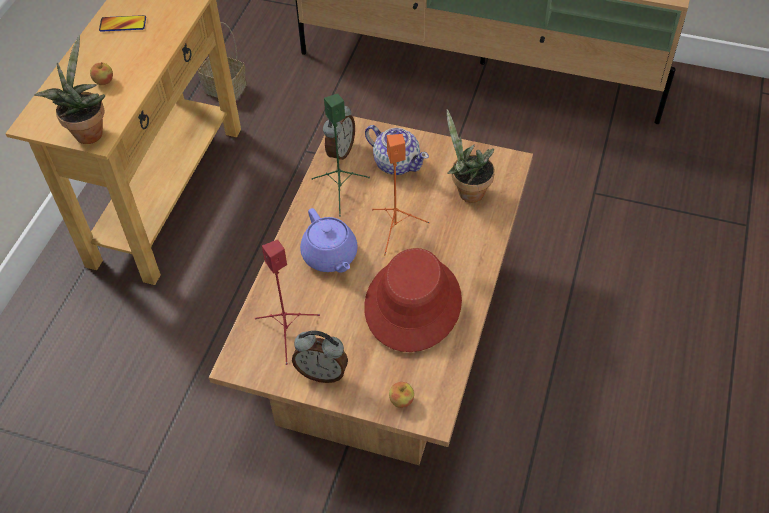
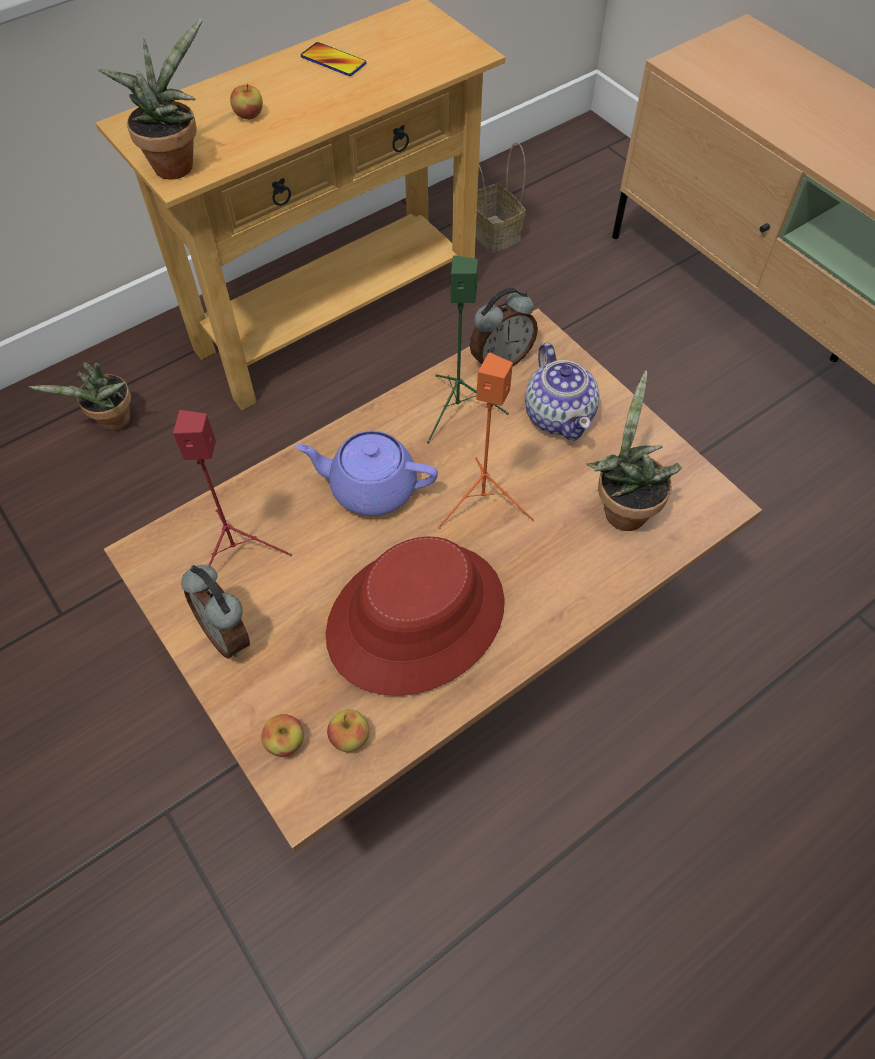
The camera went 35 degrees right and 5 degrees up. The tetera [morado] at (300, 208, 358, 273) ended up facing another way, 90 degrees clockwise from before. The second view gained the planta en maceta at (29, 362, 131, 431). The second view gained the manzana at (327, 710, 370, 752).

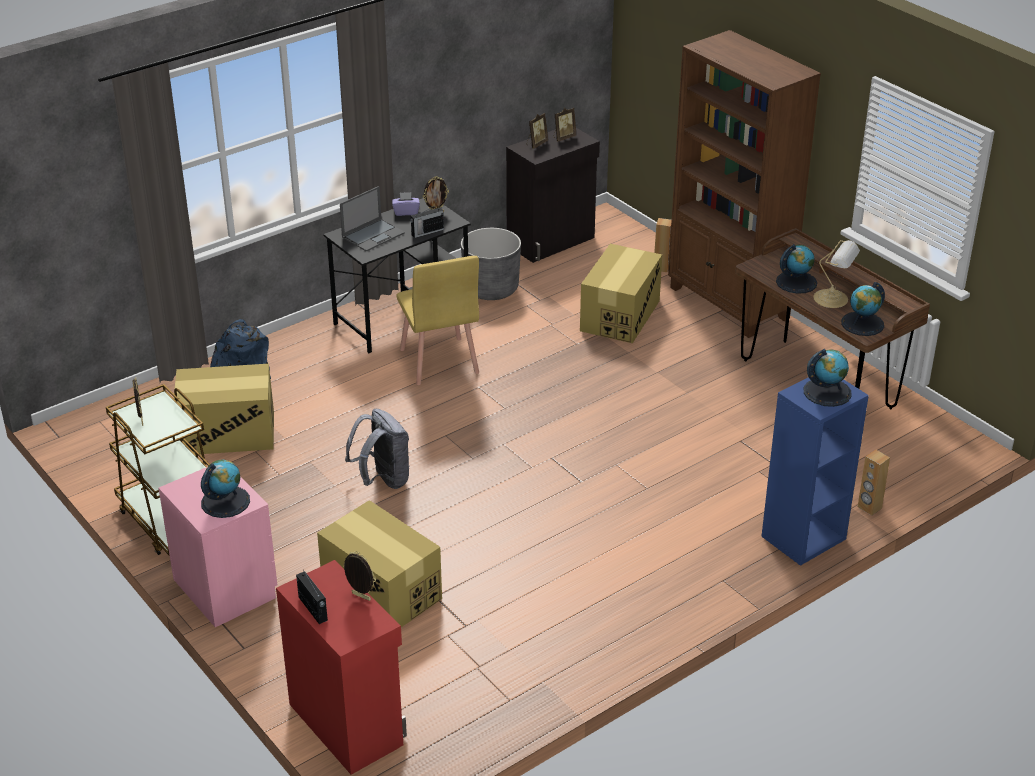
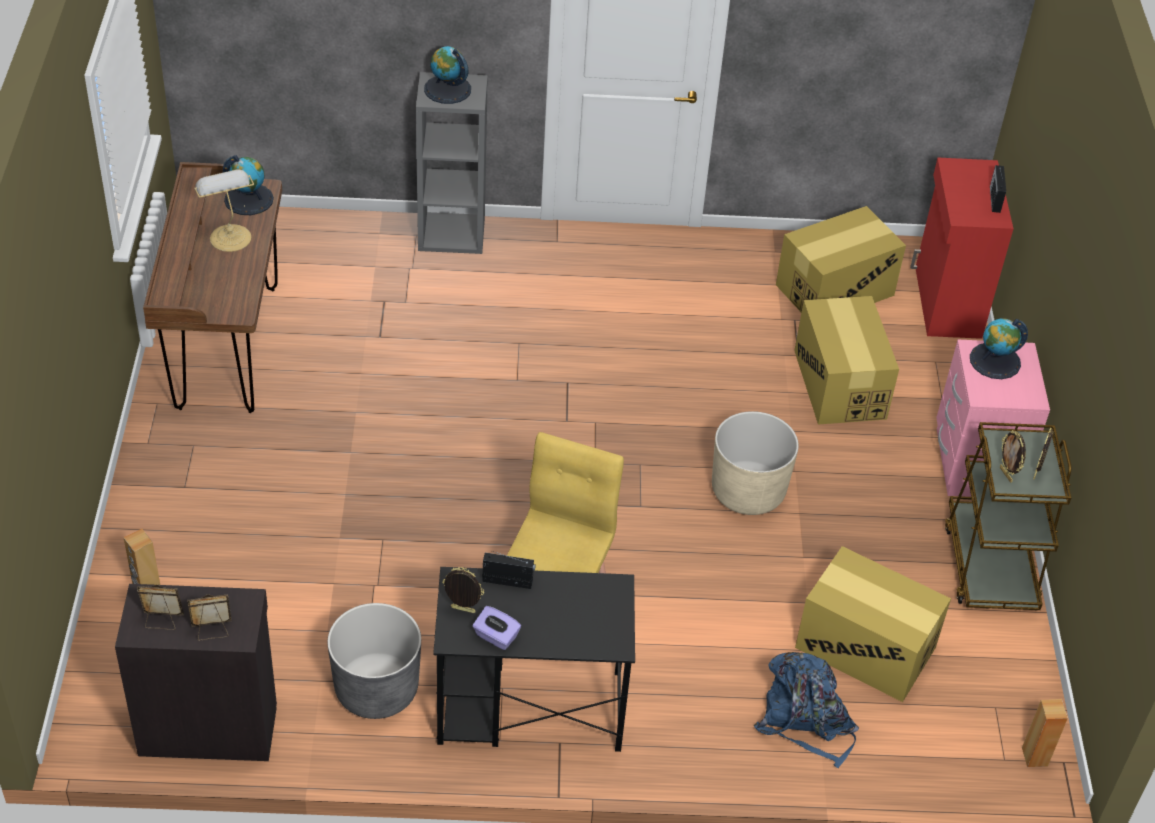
The camera went 145 degrees left and 10 degrees up. The second view lost the estantería [marrón] at (668, 30, 821, 338). The second view lost the portátil at (340, 186, 405, 252). The caja de cartón ended up elsewhere, having gone from (580, 244, 662, 343) to (776, 206, 906, 312). The second view lost the globo terráqueo at (776, 244, 817, 294). What was the estantería [azul] at (761, 377, 869, 566) turned into the estantería [gris] at (416, 72, 488, 254). Where the mochila [gris] stood at (345, 409, 410, 489), the maceta [beis] came to stand at (712, 411, 799, 515). The altavoz [marrón] ended up elsewhere, having gone from (858, 450, 890, 515) to (1022, 699, 1068, 767). The portarretratos ended up elsewhere, having gone from (343, 551, 376, 601) to (1000, 430, 1026, 483).

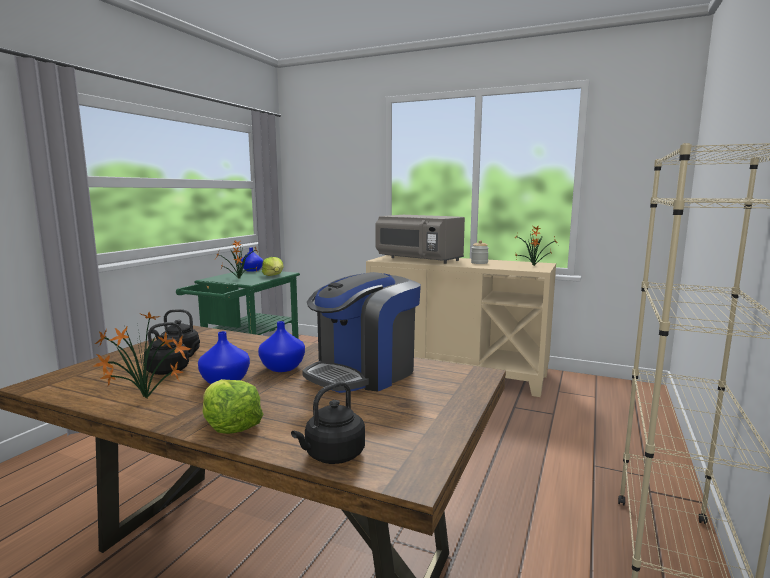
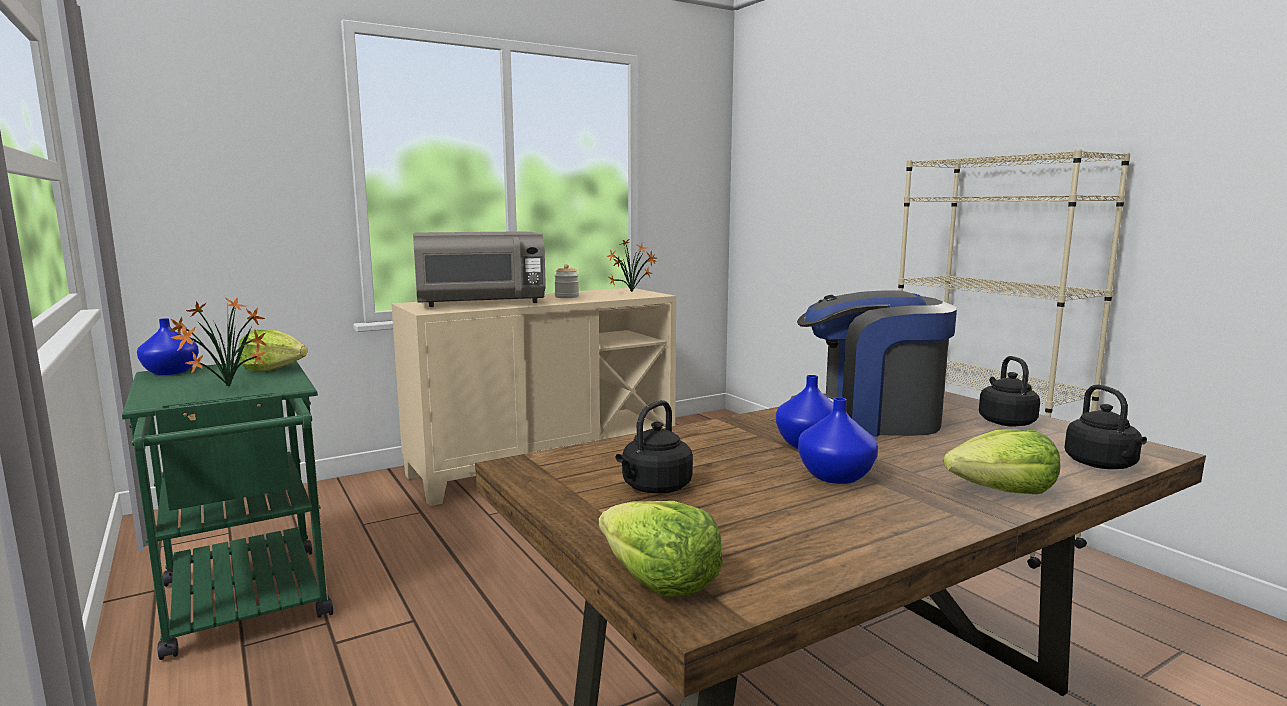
The camera went 55 degrees left and 0 degrees up. The cafetera at (302, 272, 421, 393) ended up facing another way, 105 degrees clockwise from before. The second view lost the planta en maceta at (93, 312, 191, 398). The hervidor [negro] ended up elsewhere, having gone from (144, 322, 200, 375) to (979, 356, 1040, 427). The second view gained the lechuga at (599, 501, 723, 597).

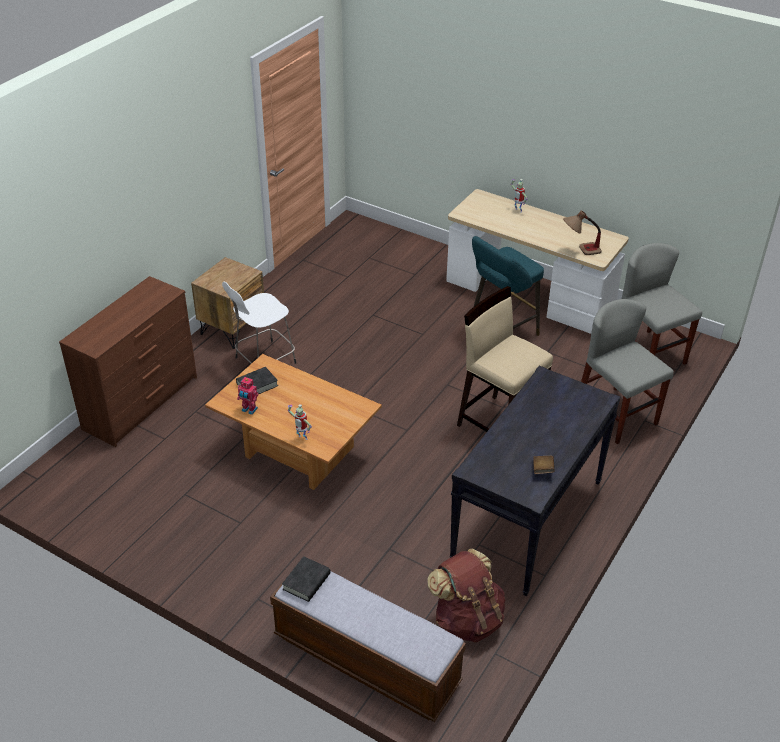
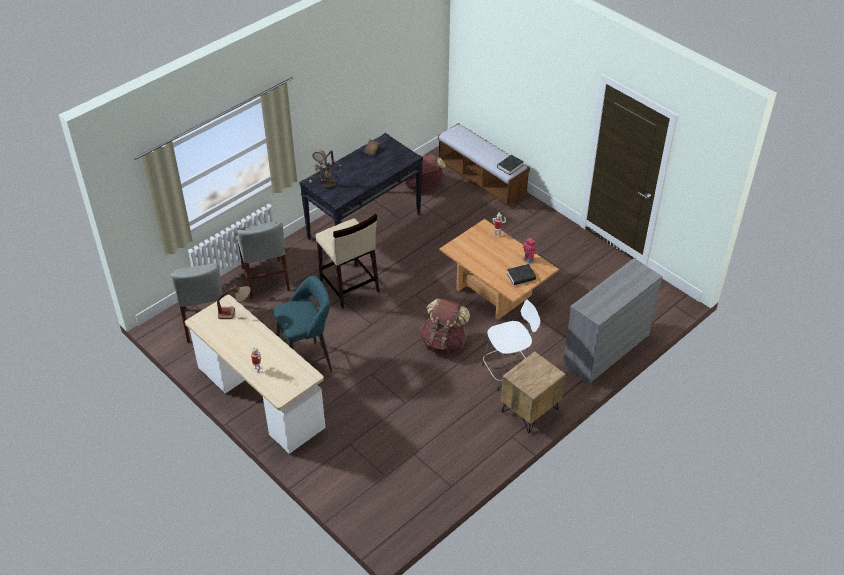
The camera went 165 degrees left and 5 degrees up. What was the cómoda [marrón] at (59, 276, 197, 447) turned into the cómoda [gris] at (563, 258, 663, 385). The second view gained the lámpara de mesa at (309, 149, 347, 189). The second view gained the mochila [marrón] at (420, 298, 470, 355).

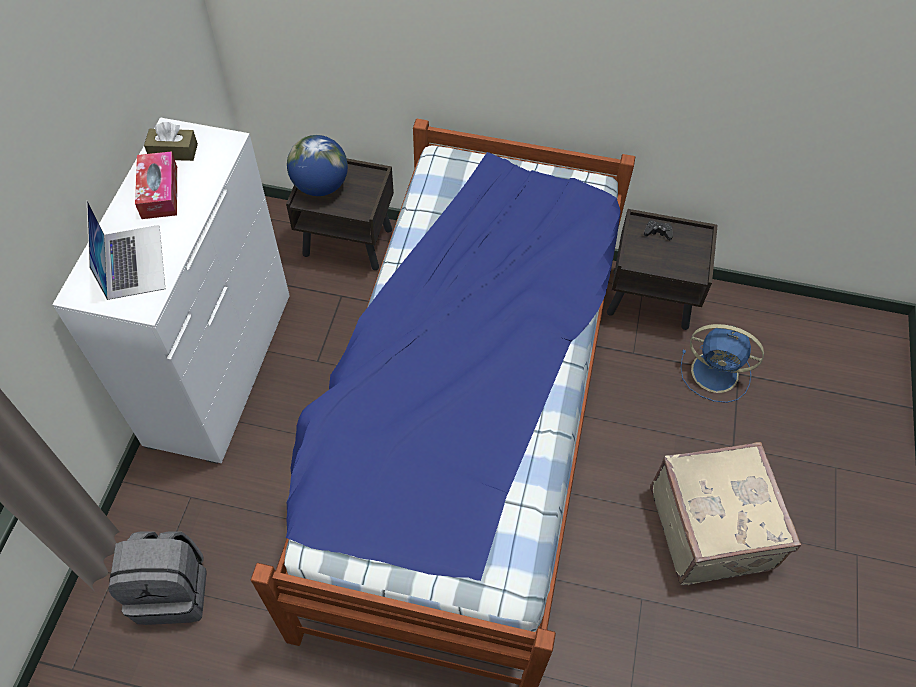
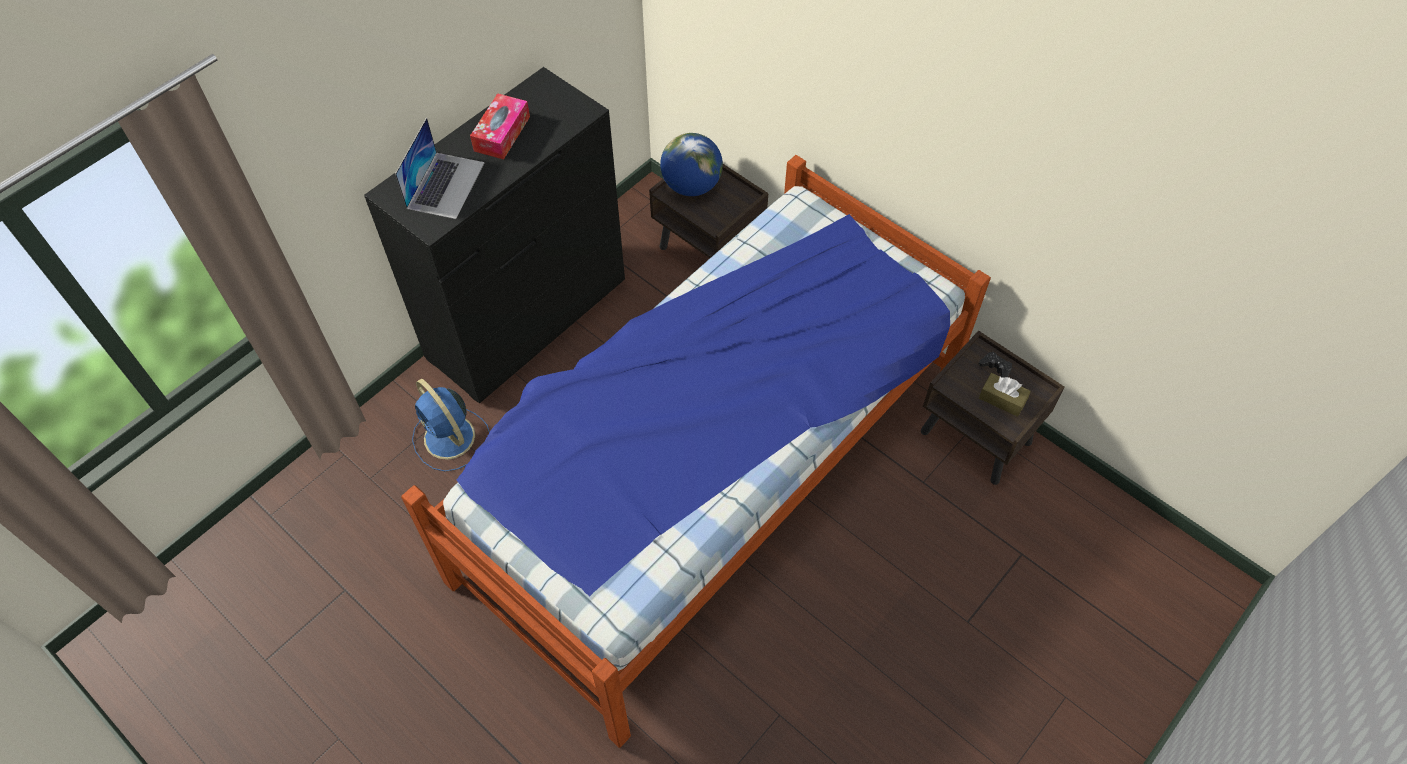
The camera went 30 degrees right and 0 degrees up. What was the cómoda [blanco] at (52, 117, 290, 464) turned into the cómoda [negro] at (364, 67, 625, 403). The caja de pañuelos [marrón] ended up elsewhere, having gone from (144, 122, 198, 161) to (979, 373, 1031, 417). The ventilador [azul] ended up elsewhere, having gone from (681, 324, 764, 403) to (412, 379, 490, 472). The second view lost the maleta [beis] at (650, 442, 801, 586). The second view lost the mochila [gris] at (108, 531, 207, 625).

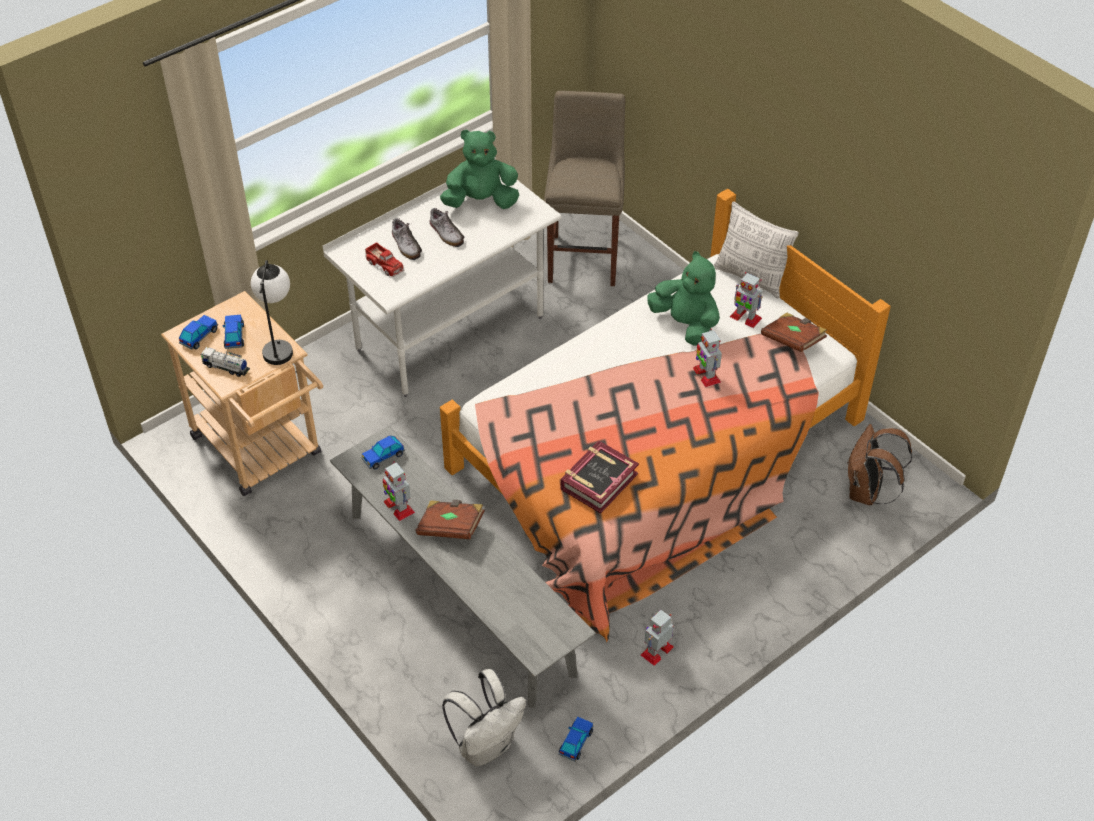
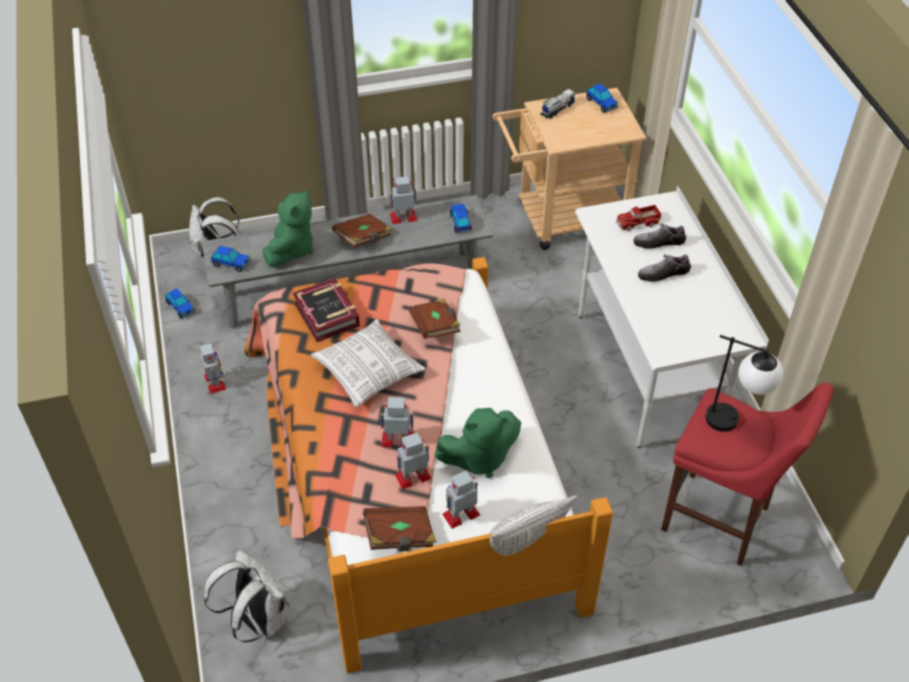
The camera went 115 degrees right and 0 degrees up. What was the taburete [beis] at (544, 91, 625, 286) turned into the taburete [rojo] at (661, 382, 833, 566). The peluche [verde] ended up elsewhere, having gone from (440, 129, 519, 209) to (262, 189, 314, 267). The lámpara de mesa ended up elsewhere, having gone from (251, 260, 293, 365) to (705, 335, 783, 432). The coche de juguete ended up elsewhere, having gone from (222, 315, 244, 349) to (211, 246, 251, 272). What was the mochila [marrón] at (847, 424, 912, 505) turned into the mochila [blanco] at (204, 550, 289, 642). The second view gained the libro [marrón] at (409, 298, 460, 339). The second view gained the cojín at (311, 319, 425, 407). The second view gained the robot de juguete at (395, 433, 432, 489).

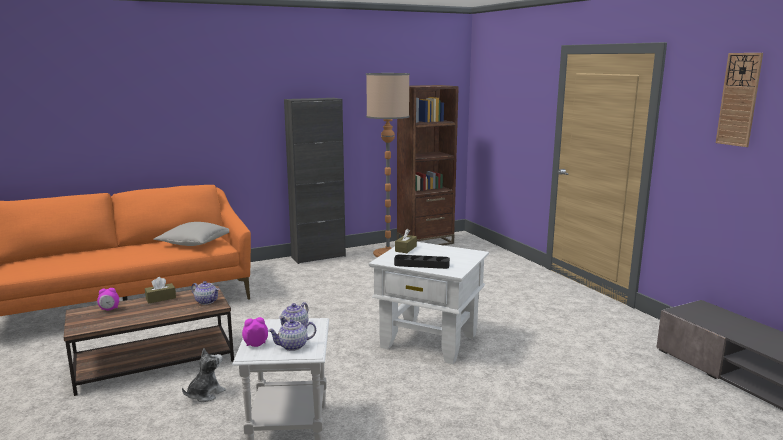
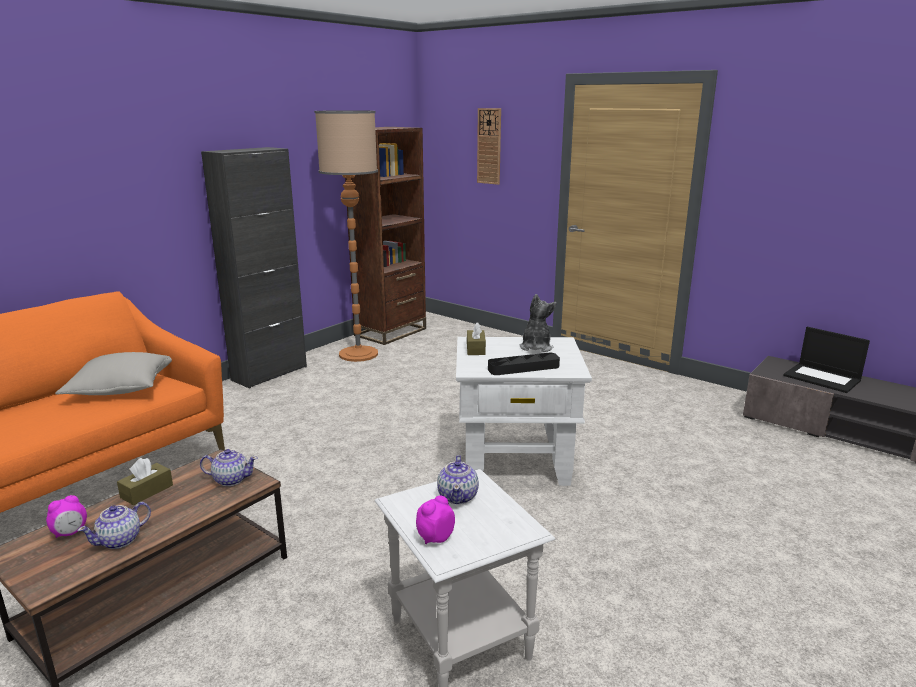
The camera went 25 degrees left and 5 degrees up. The reloj de pared ended up elsewhere, having gone from (716, 53, 763, 147) to (477, 108, 501, 185). The tetera ended up elsewhere, having gone from (268, 319, 316, 351) to (78, 502, 151, 549). The peluche ended up elsewhere, having gone from (182, 348, 226, 402) to (519, 294, 556, 352). The second view gained the portátil at (783, 327, 870, 393).

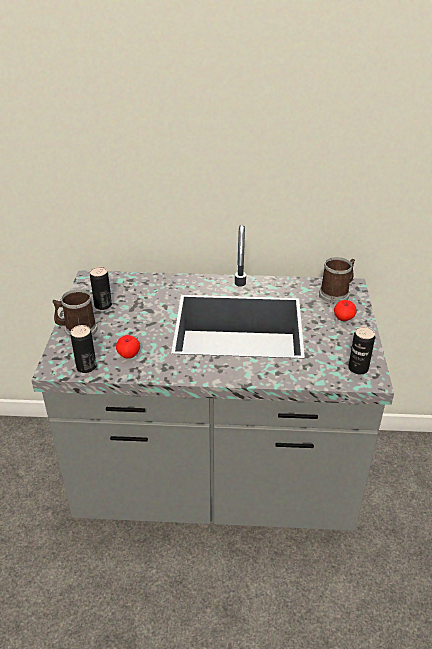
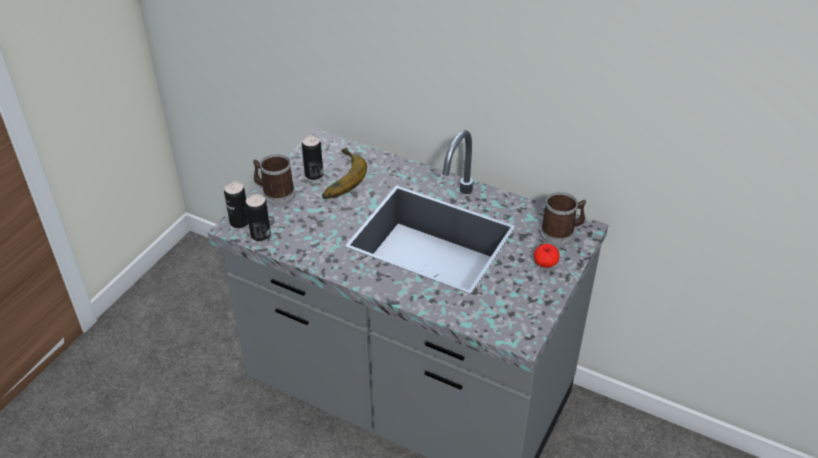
The camera went 25 degrees right and 5 degrees up. The lata ended up elsewhere, having gone from (348, 326, 375, 374) to (224, 181, 249, 228). The second view lost the manzana at (116, 335, 140, 359). The second view gained the plátano at (322, 148, 367, 199).

